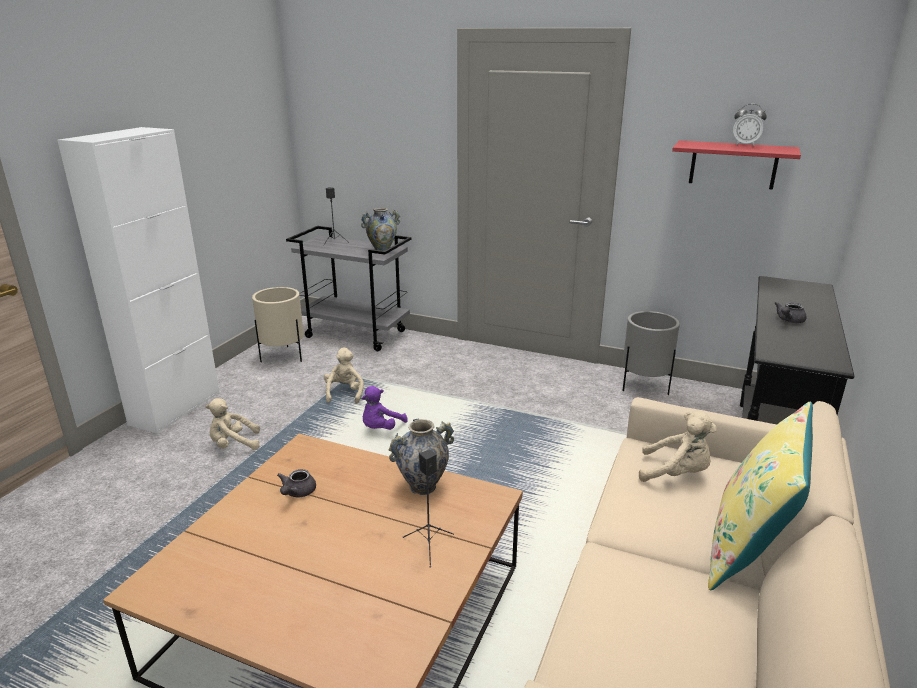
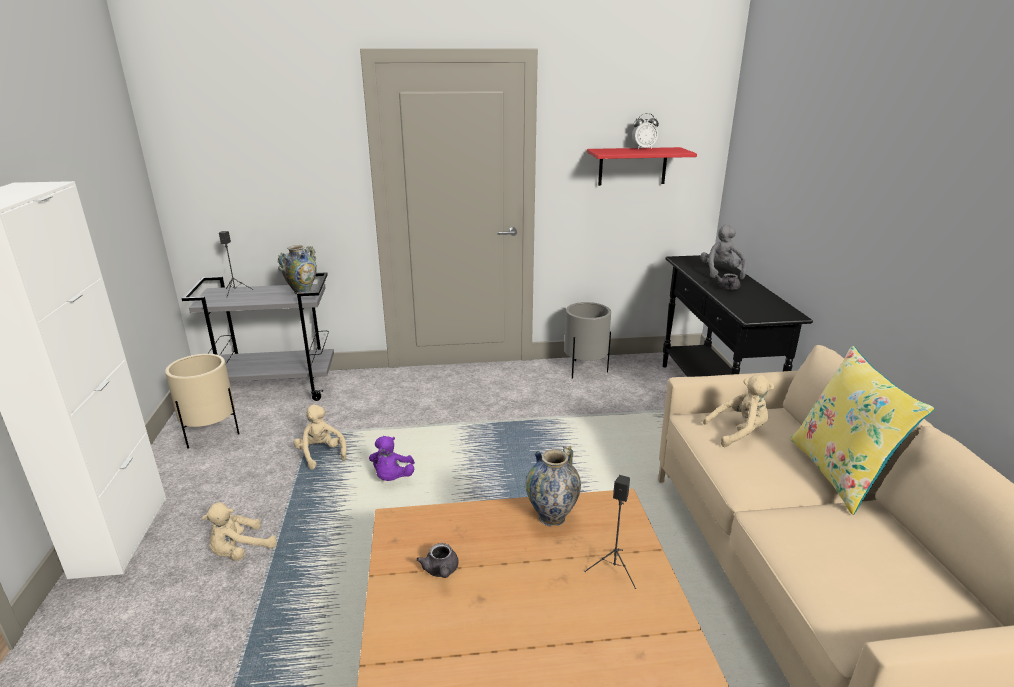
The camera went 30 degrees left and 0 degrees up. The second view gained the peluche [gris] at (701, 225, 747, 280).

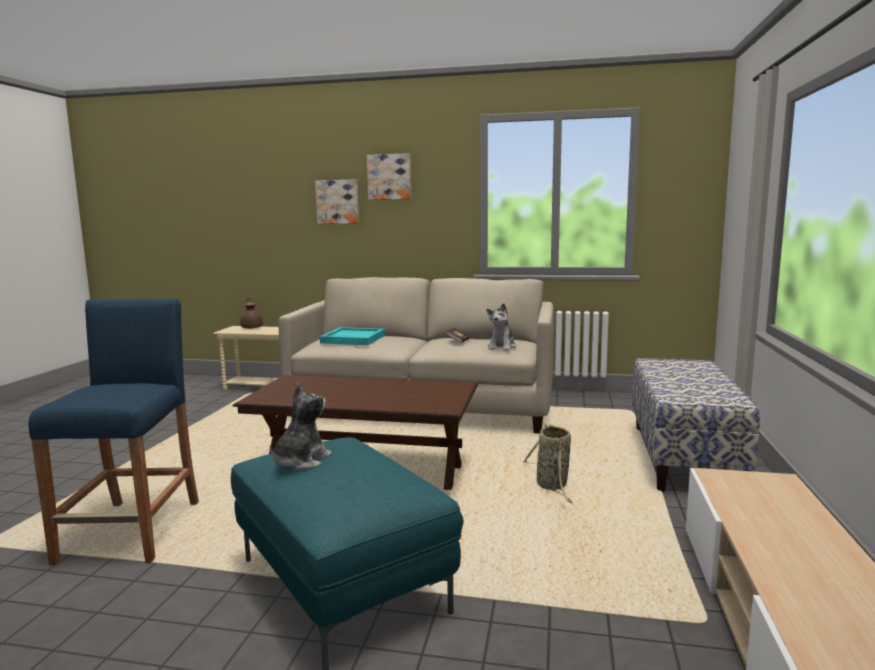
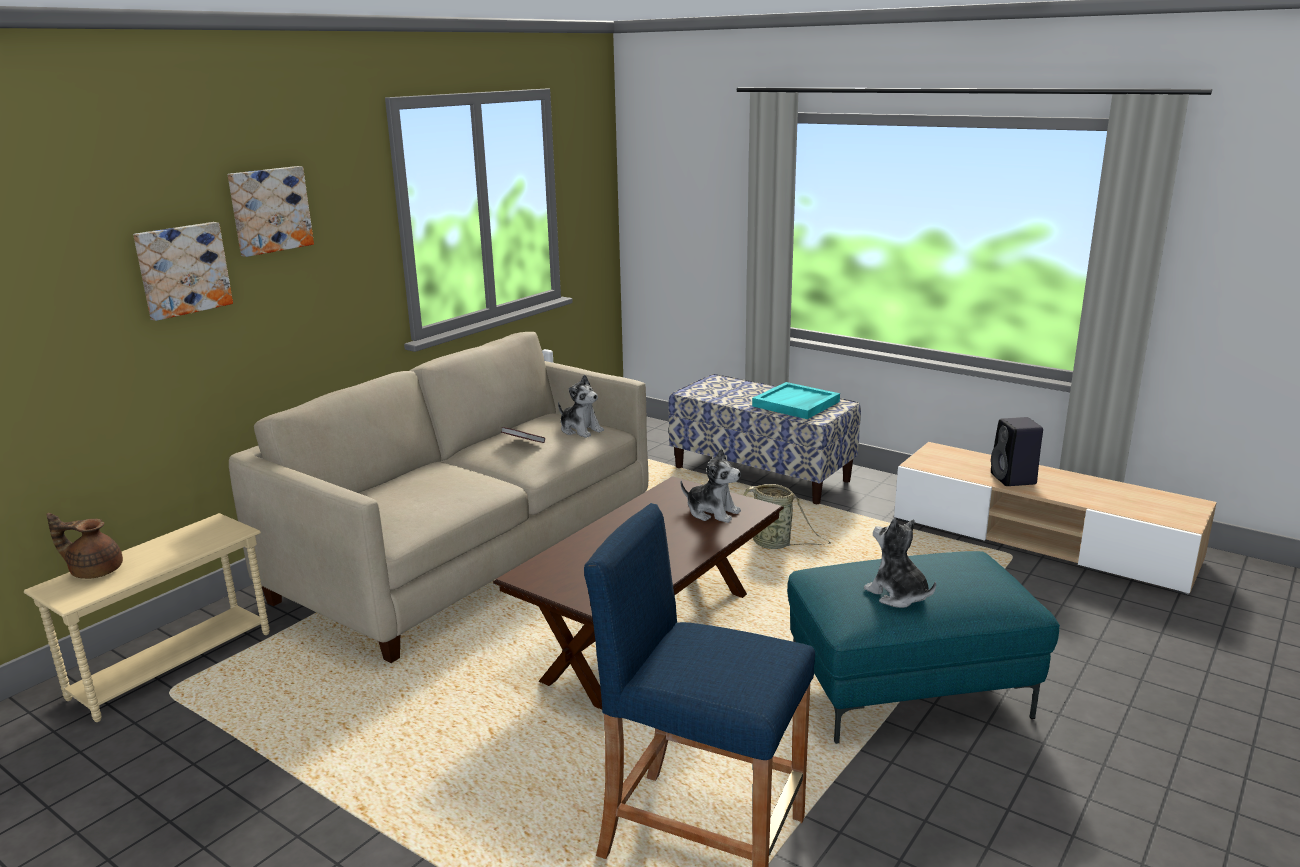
The camera went 65 degrees left and 10 degrees up. The bandeja [turquesa] ended up elsewhere, having gone from (320, 327, 385, 345) to (752, 382, 840, 419). The second view gained the altavoz [negro] at (991, 417, 1043, 486). The second view gained the peluche at (681, 448, 741, 523).

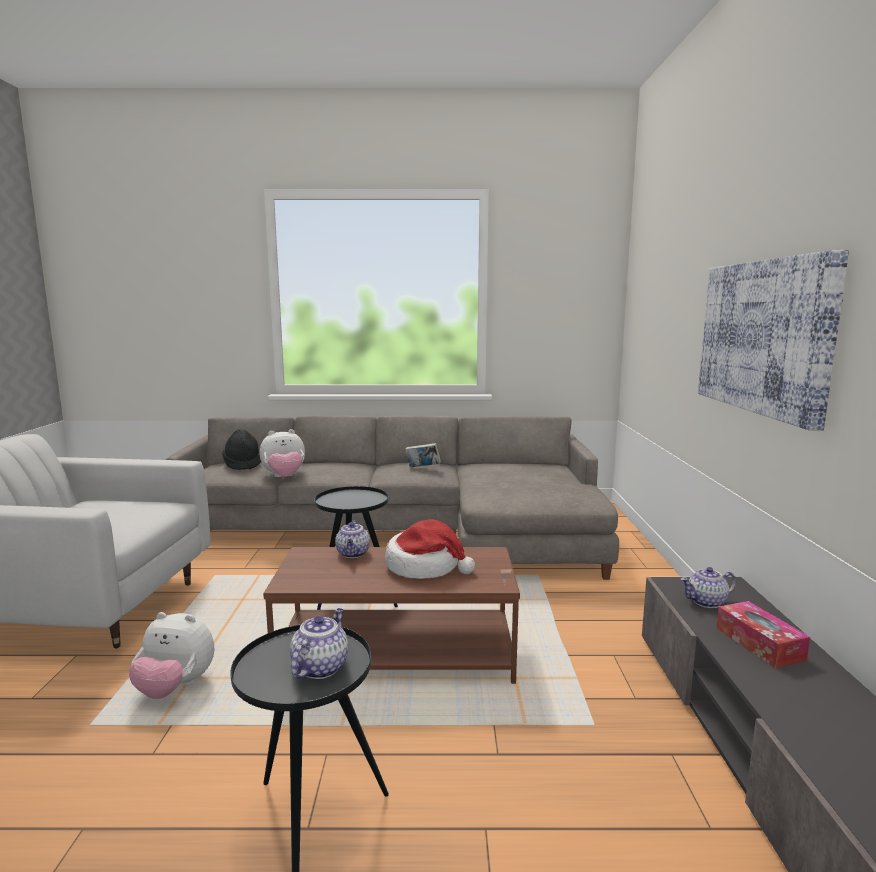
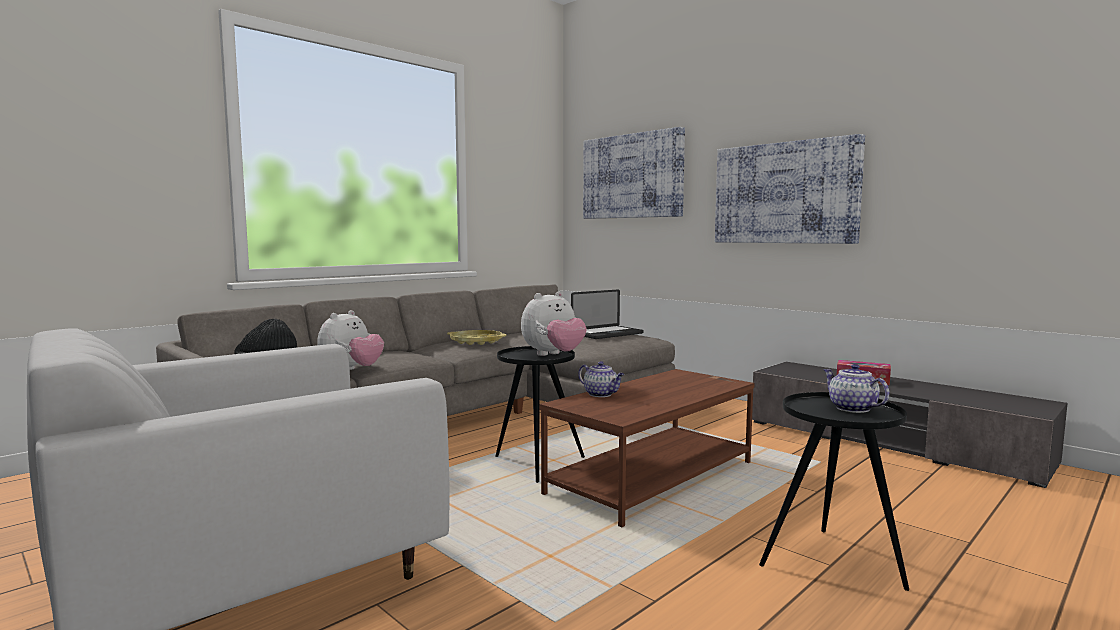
The camera went 45 degrees left and 5 degrees down. Where the libro stood at (405, 443, 441, 467), the bandeja [amarillo] came to stand at (447, 330, 507, 345). The second view lost the sombrero at (385, 520, 475, 579). The second view lost the tetera at (681, 567, 736, 608). The peluche ended up elsewhere, having gone from (129, 612, 215, 699) to (521, 292, 587, 356). The second view gained the cuadro at (583, 127, 685, 219). The second view gained the portátil at (571, 289, 644, 339).

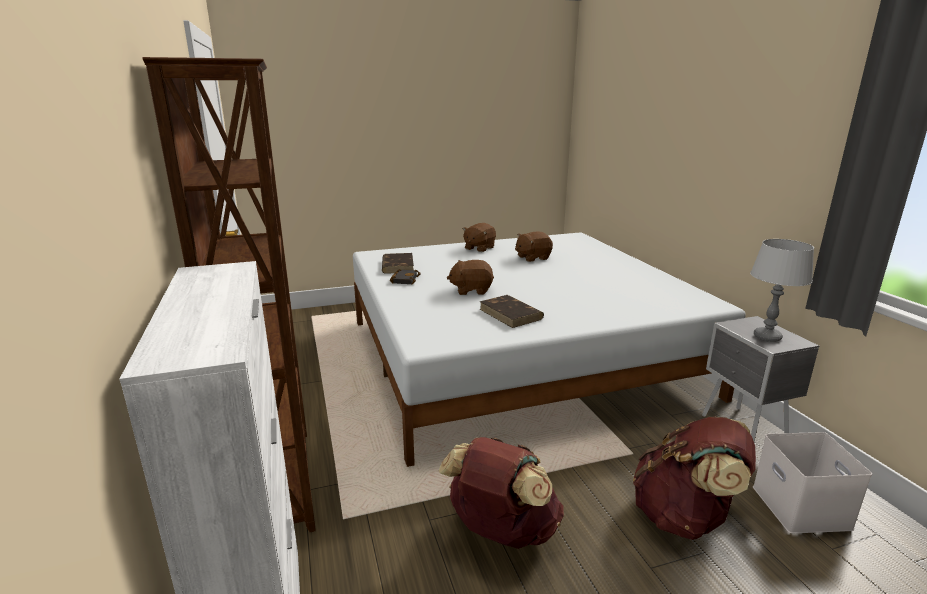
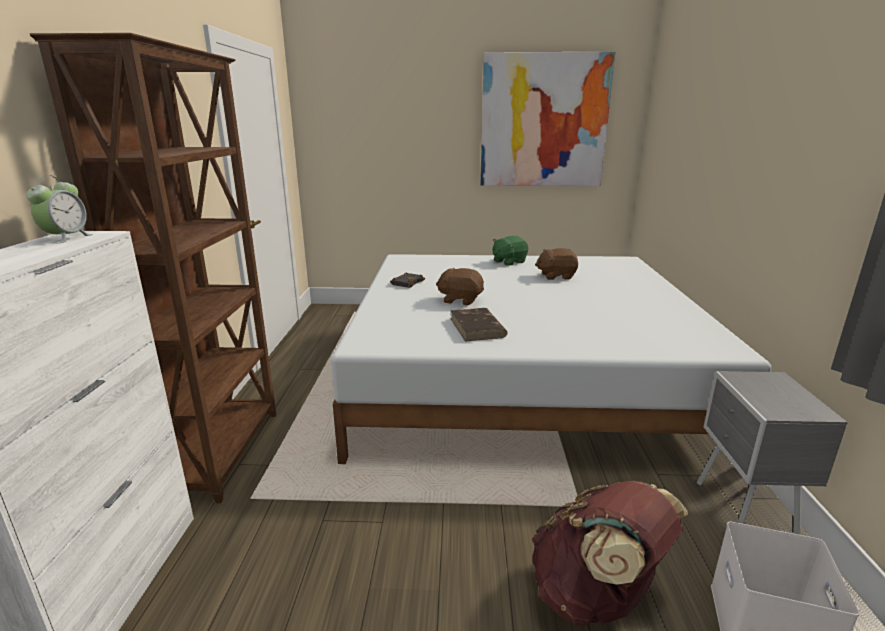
The camera went 20 degrees right and 0 degrees up. What was the peluche [marrón] at (463, 223, 496, 252) turned into the peluche [verde] at (493, 236, 528, 266). The second view lost the lámpara de mesa [gris] at (750, 239, 814, 342). The second view lost the libro [marrón] at (382, 253, 414, 274). The second view lost the mochila [marrón] at (439, 437, 564, 549). The second view gained the cuadro at (480, 52, 615, 186). The second view gained the despertador at (26, 175, 93, 244).

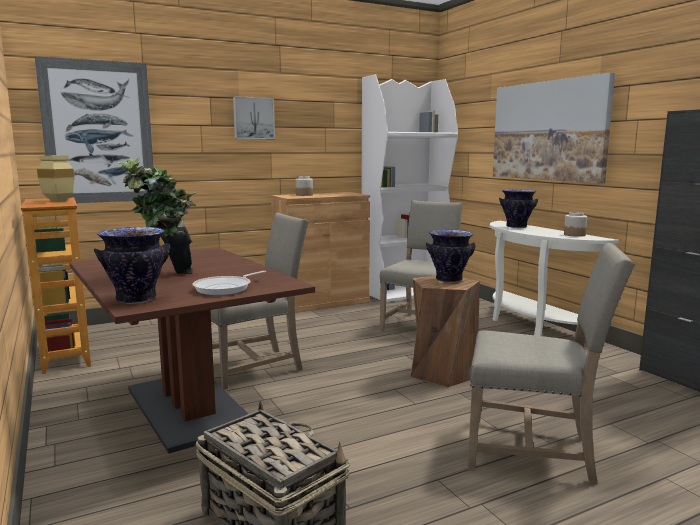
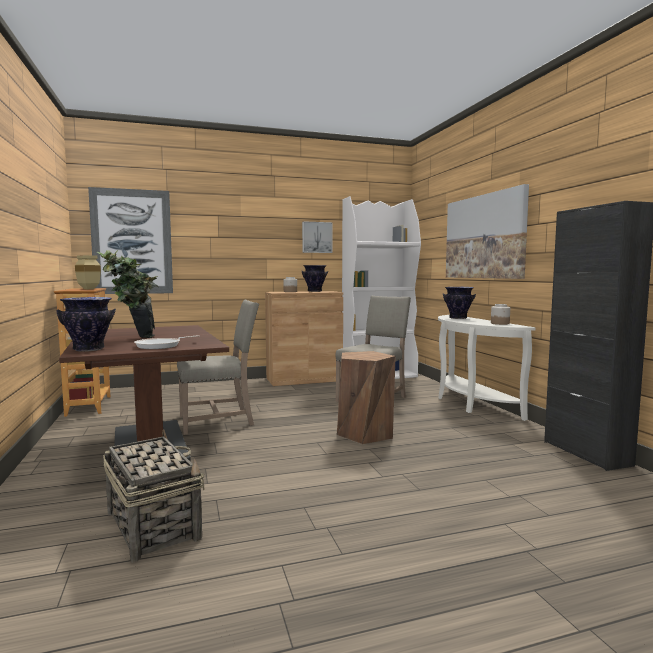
The camera went 10 degrees right and 5 degrees down. The cuadro ended up elsewhere, having gone from (233, 96, 275, 139) to (302, 221, 332, 253). The florero ended up elsewhere, having gone from (426, 230, 476, 283) to (302, 265, 328, 292). The second view lost the silla [beis] at (468, 243, 635, 484).

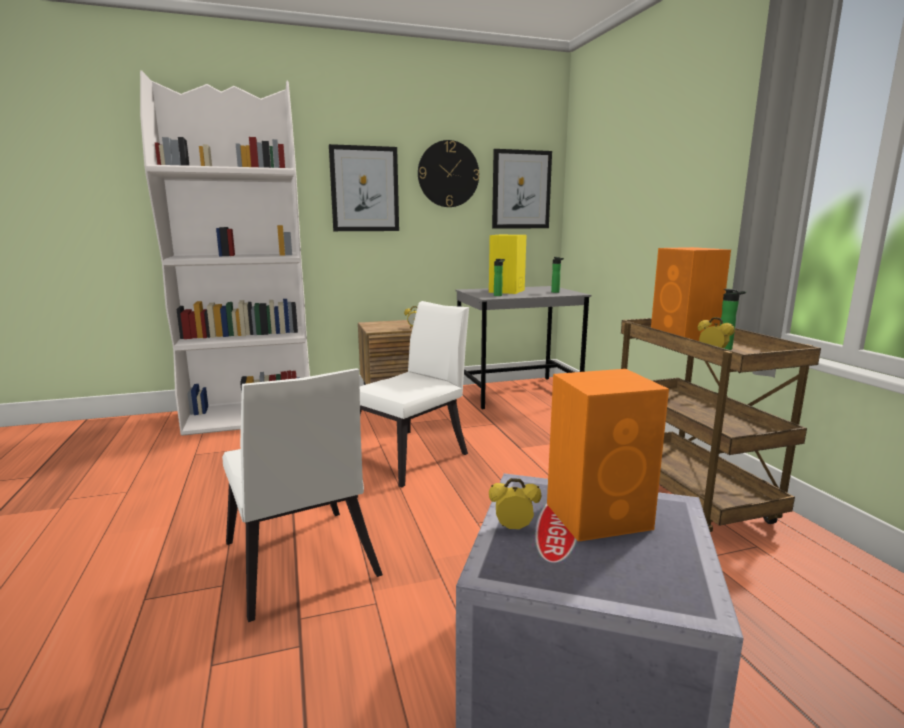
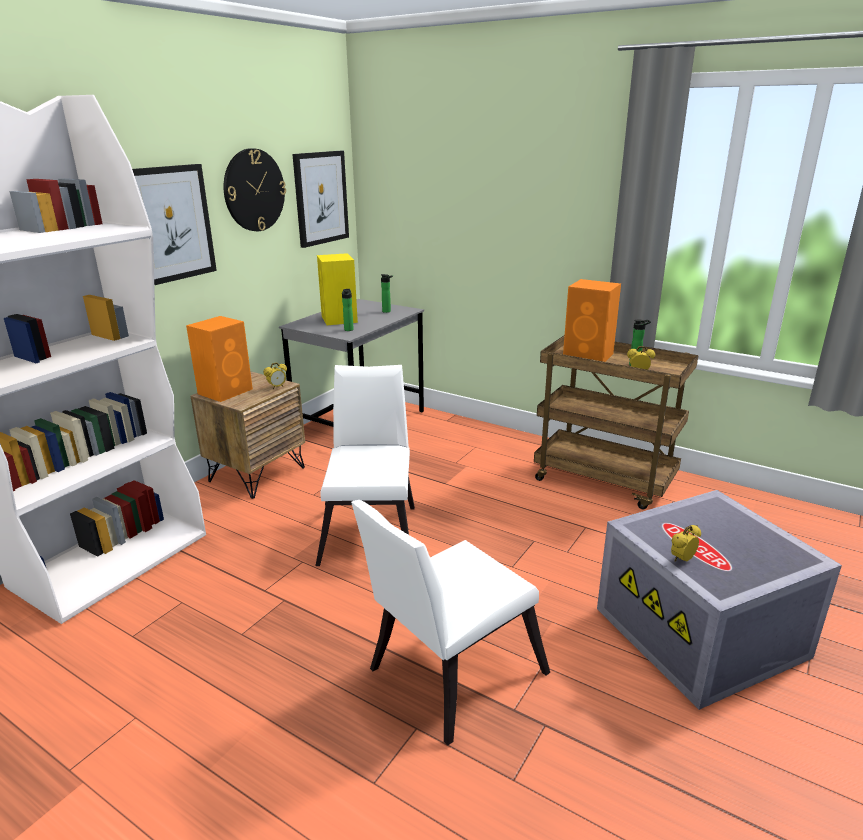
The camera went 40 degrees left and 10 degrees up. The silla [blanco] at (222, 368, 383, 622) ended up facing another way, 120 degrees clockwise from before. The altavoz [naranja] ended up elsewhere, having gone from (547, 369, 669, 542) to (186, 316, 253, 402).

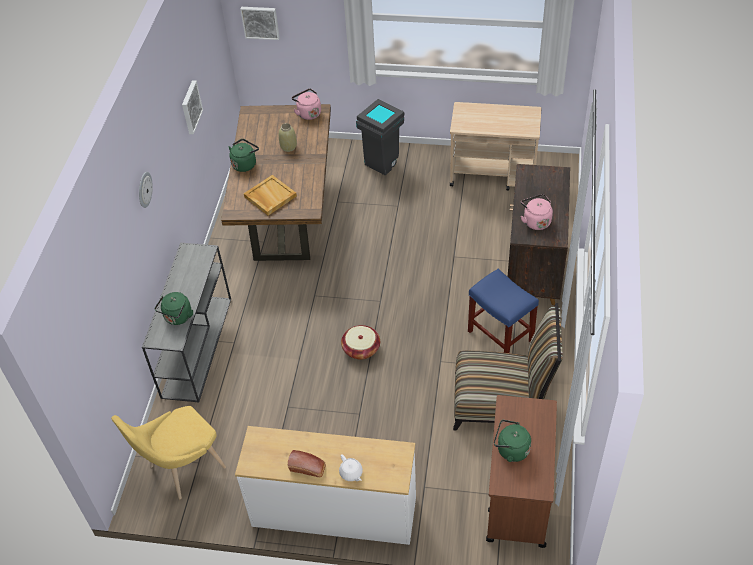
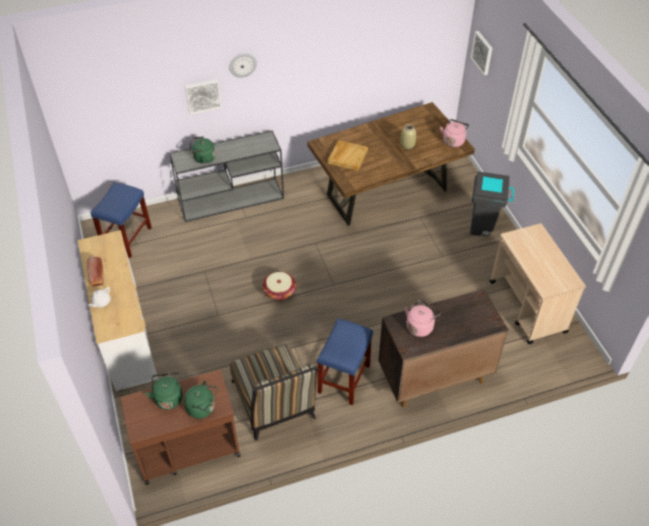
The camera went 60 degrees right and 0 degrees up. The cuadro ended up elsewhere, having gone from (182, 80, 203, 134) to (185, 79, 221, 114). The hervidor [verde] ended up elsewhere, having gone from (229, 139, 259, 172) to (184, 381, 217, 419). Where the silla [amarillo] stood at (111, 406, 226, 499), the taburete [azul] came to stand at (91, 182, 152, 258).

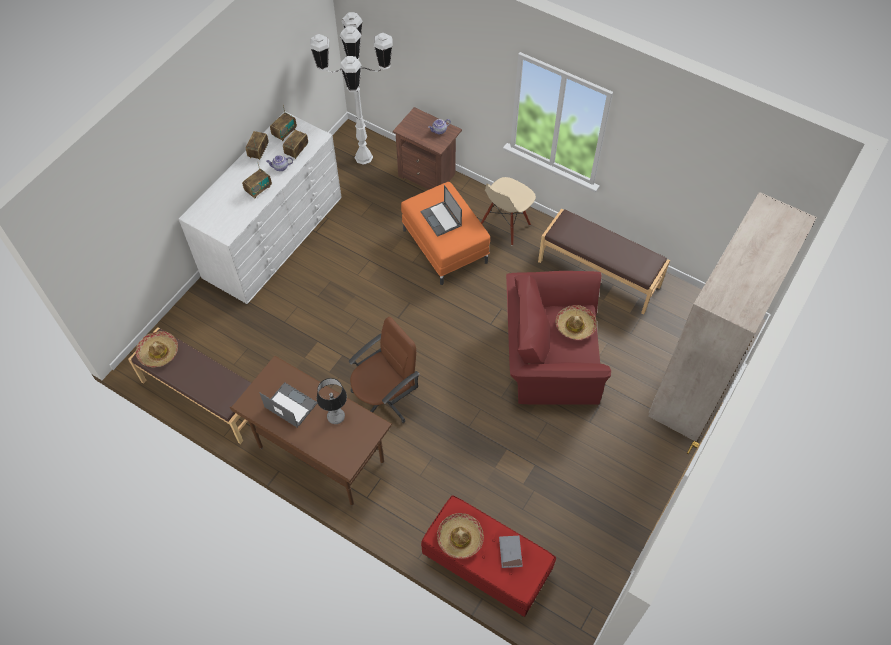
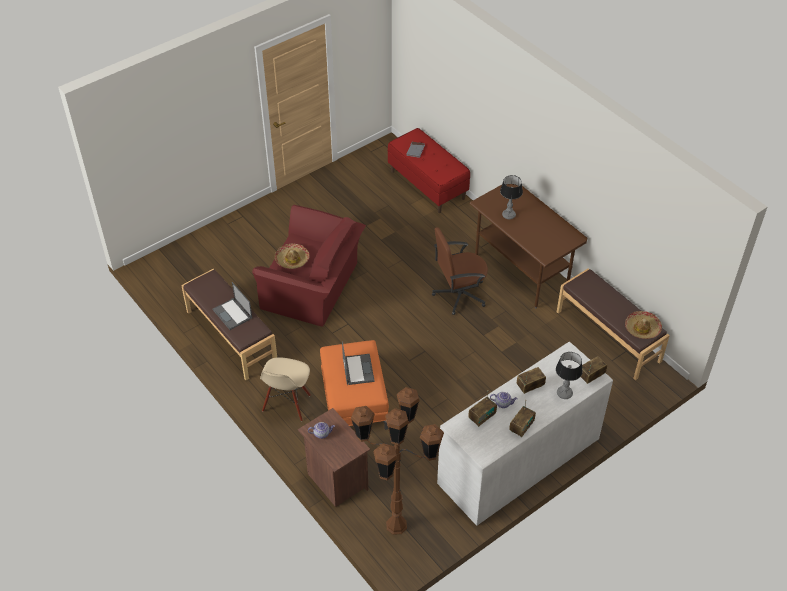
The camera went 160 degrees left and 10 degrees down. What was the lámpara de pie [blanco] at (310, 12, 393, 165) turned into the lámpara de pie [marrón] at (351, 387, 444, 535). The radio ended up elsewhere, having gone from (270, 106, 297, 141) to (580, 356, 607, 384). The silla [beis] at (481, 177, 536, 246) ended up facing another way, 135 degrees clockwise from before. The second view lost the armario ropero [beis] at (648, 192, 817, 442). The portátil ended up elsewhere, having gone from (260, 382, 317, 428) to (213, 282, 252, 330). The second view lost the sombrero at (437, 513, 484, 559). The second view gained the lámpara de mesa at (556, 352, 583, 399).

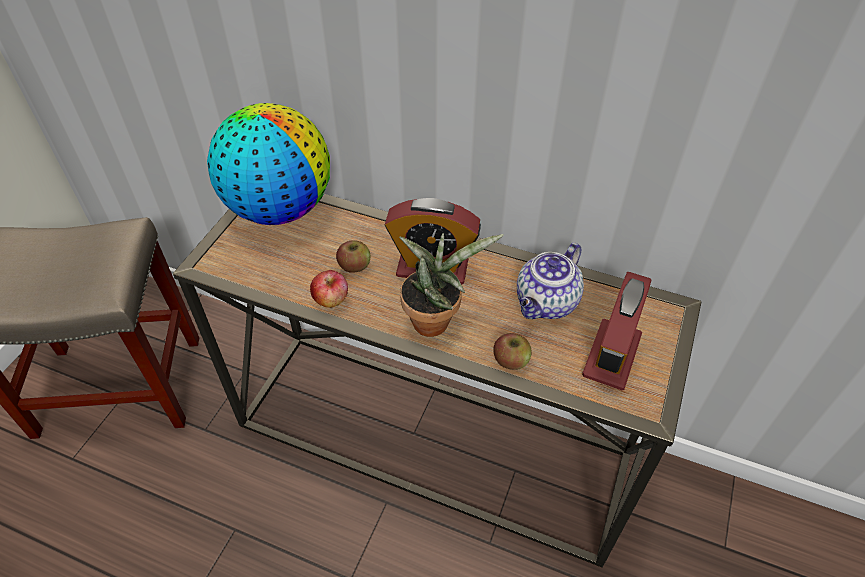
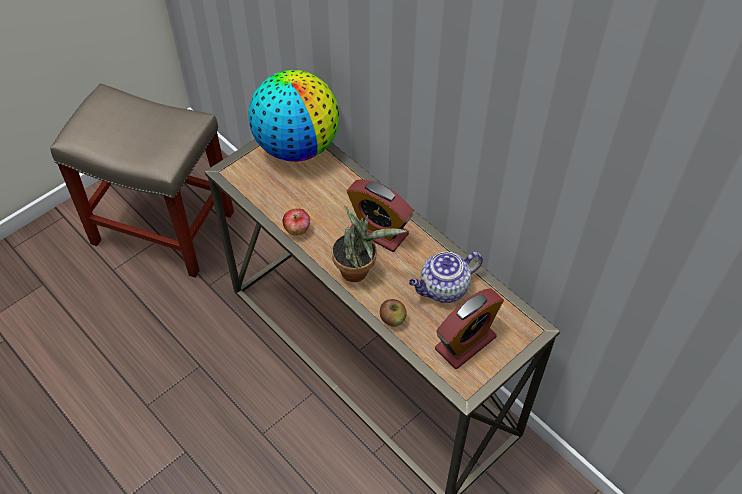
The camera went 25 degrees right and 5 degrees up. The second view lost the manzana at (336, 240, 370, 273).

